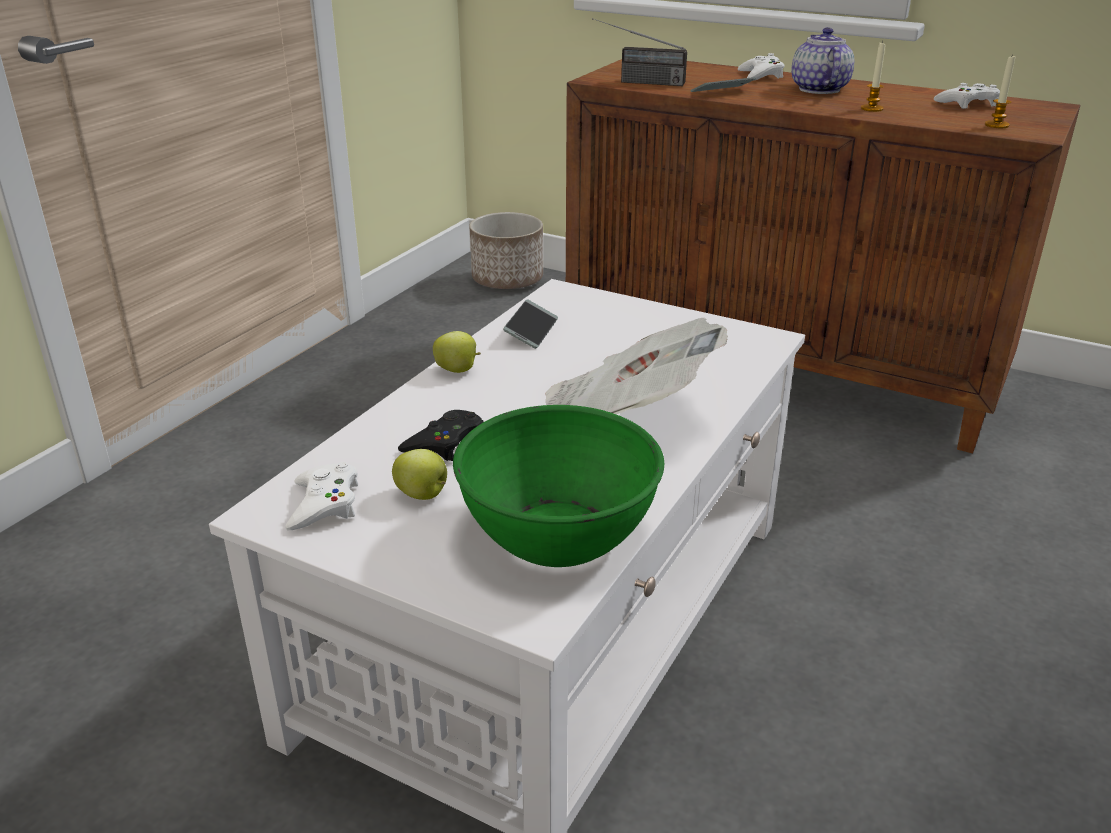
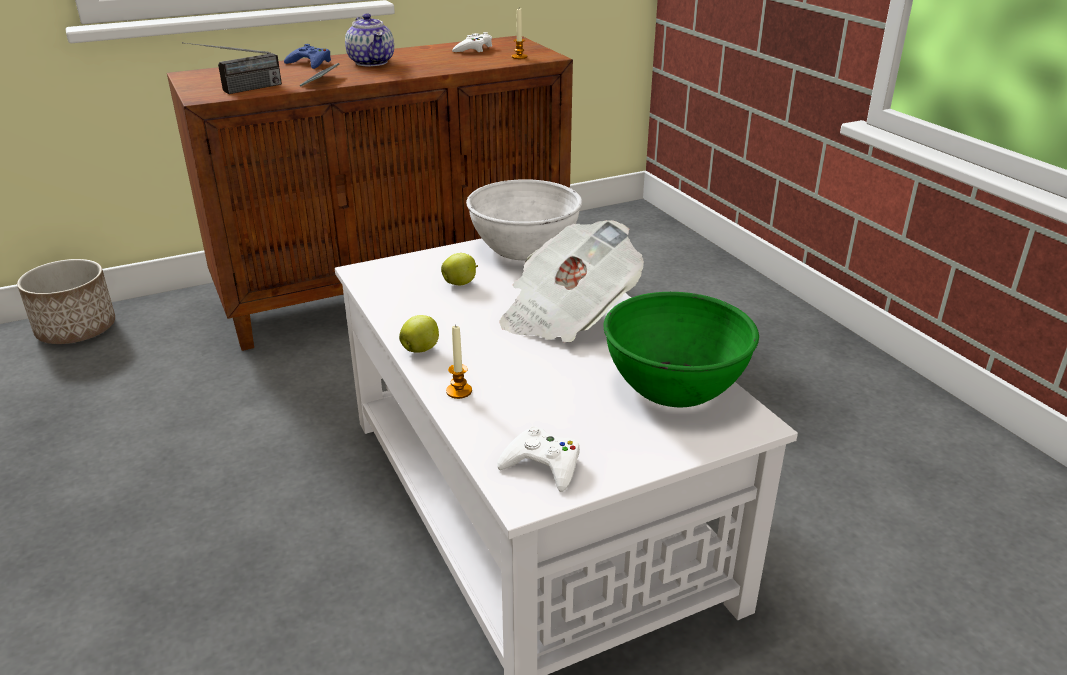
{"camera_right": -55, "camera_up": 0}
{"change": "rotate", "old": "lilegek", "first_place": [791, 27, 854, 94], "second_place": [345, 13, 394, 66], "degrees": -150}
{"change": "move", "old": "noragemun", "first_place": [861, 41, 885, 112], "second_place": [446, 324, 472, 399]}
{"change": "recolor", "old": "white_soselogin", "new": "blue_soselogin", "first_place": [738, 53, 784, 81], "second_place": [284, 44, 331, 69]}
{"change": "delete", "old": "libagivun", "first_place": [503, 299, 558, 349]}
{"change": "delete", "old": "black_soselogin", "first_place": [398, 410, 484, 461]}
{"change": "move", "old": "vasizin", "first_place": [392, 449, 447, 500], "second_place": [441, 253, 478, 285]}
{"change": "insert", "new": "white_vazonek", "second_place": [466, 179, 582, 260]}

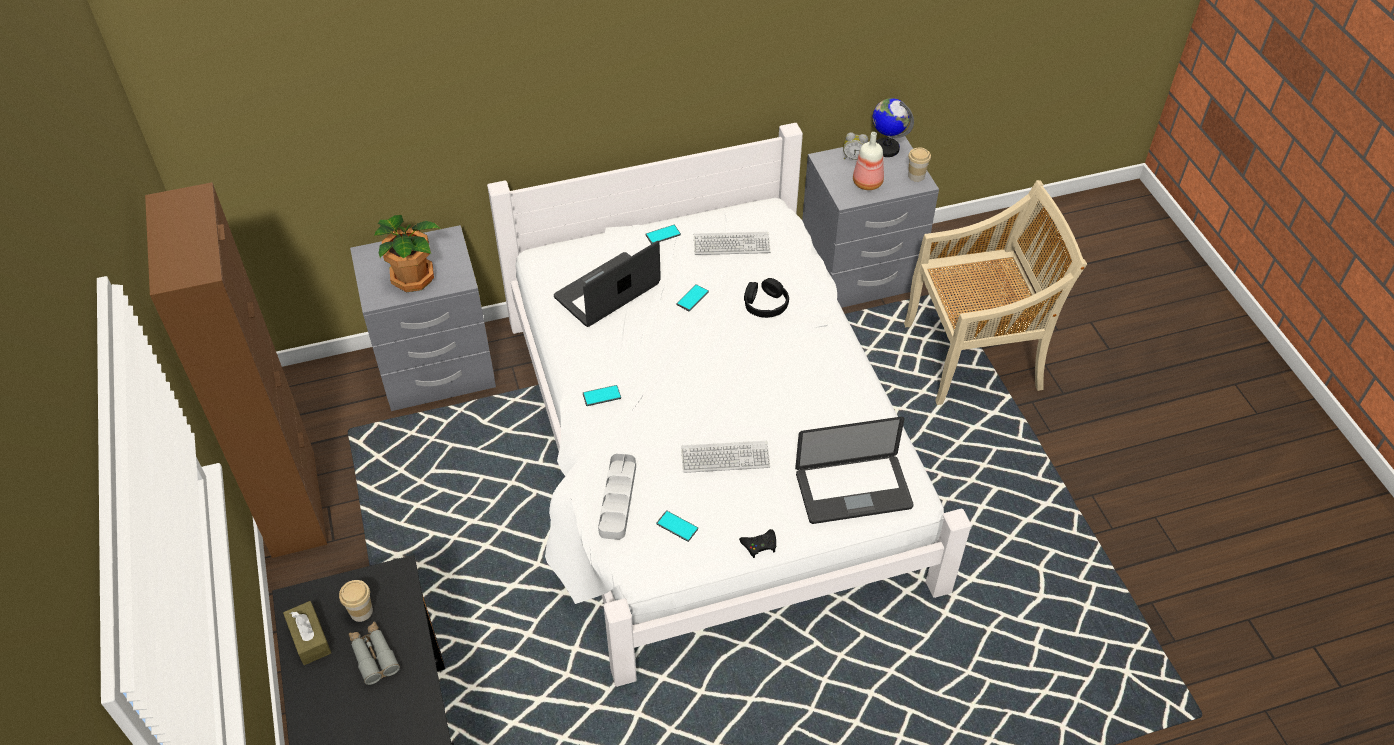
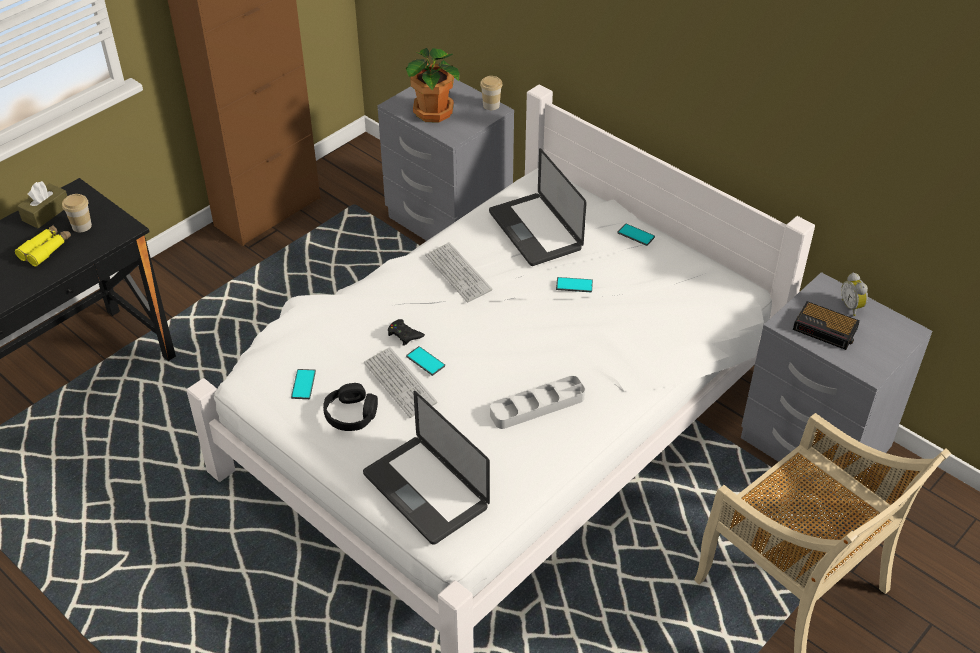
{"camera_right": 60, "camera_up": -5}
{"change": "delete", "old": "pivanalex", "first_place": [872, 98, 914, 157]}
{"change": "replace", "old": "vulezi", "new": "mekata", "first_place": [853, 132, 884, 190], "second_place": [793, 301, 860, 350]}
{"change": "move", "old": "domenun", "first_place": [908, 147, 931, 182], "second_place": [480, 76, 503, 110]}
{"change": "move", "old": "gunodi", "first_place": [694, 232, 770, 255], "second_place": [425, 242, 492, 303]}
{"change": "rotate", "old": "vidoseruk", "first_place": [554, 241, 661, 327], "second_place": [489, 148, 587, 266], "degrees": -135}
{"change": "move", "old": "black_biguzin", "first_place": [744, 278, 789, 318], "second_place": [323, 383, 378, 431]}
{"change": "move", "old": "libagivun", "first_place": [583, 385, 621, 406], "second_place": [406, 346, 445, 376]}
{"change": "move", "old": "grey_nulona", "first_place": [598, 453, 636, 540], "second_place": [490, 376, 585, 429]}
{"change": "move", "old": "black_soselogin", "first_place": [739, 529, 776, 558], "second_place": [388, 319, 425, 346]}
{"change": "recolor", "old": "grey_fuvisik", "new": "yellow_fuvisik", "first_place": [348, 622, 400, 685], "second_place": [15, 225, 71, 267]}

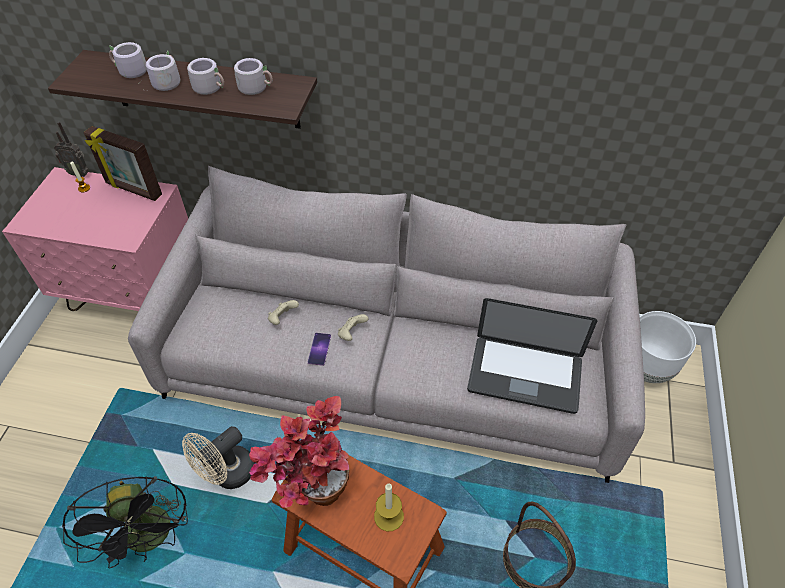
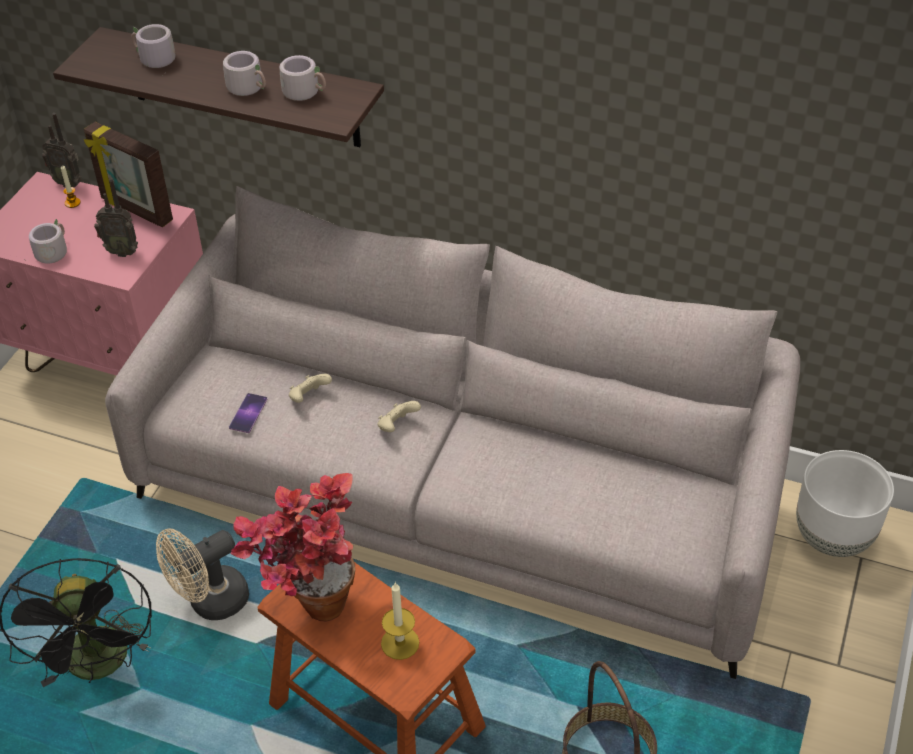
{"camera_right": 10, "camera_up": -5}
{"change": "move", "old": "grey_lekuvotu", "first_place": [146, 50, 180, 91], "second_place": [26, 219, 67, 263]}
{"change": "delete", "old": "vidoseruk", "first_place": [467, 298, 597, 414]}
{"change": "move", "old": "libagivun", "first_place": [308, 333, 331, 366], "second_place": [229, 393, 268, 433]}
{"change": "insert", "new": "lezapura", "second_place": [94, 179, 138, 257]}

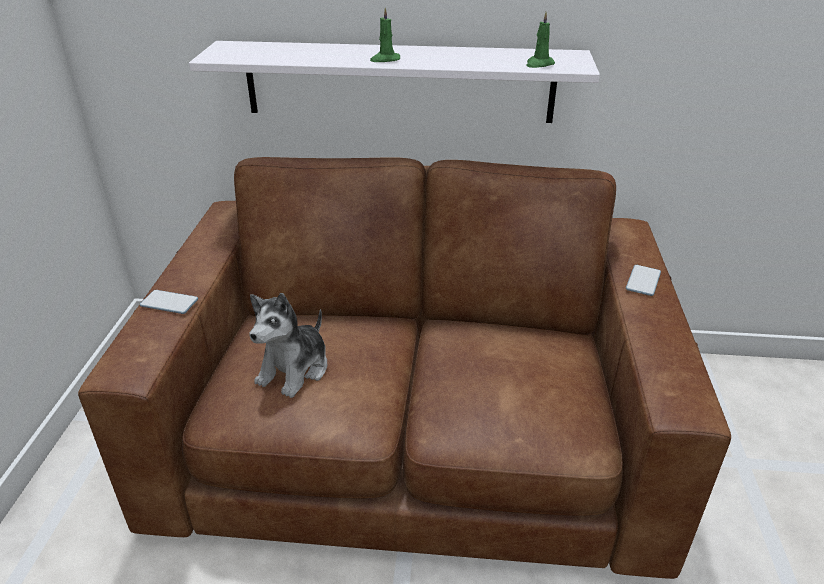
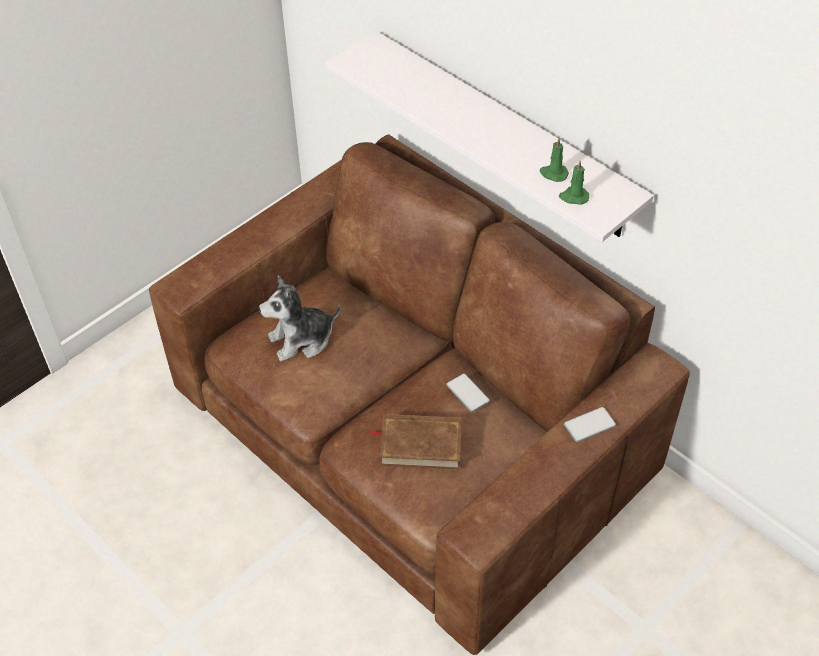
{"camera_right": 40, "camera_up": 15}
{"change": "move", "old": "green_noragemun", "first_place": [370, 8, 400, 62], "second_place": [540, 138, 569, 182]}
{"change": "move", "old": "libagivun", "first_place": [140, 290, 198, 314], "second_place": [446, 374, 490, 412]}
{"change": "insert", "new": "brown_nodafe", "second_place": [370, 414, 462, 469]}

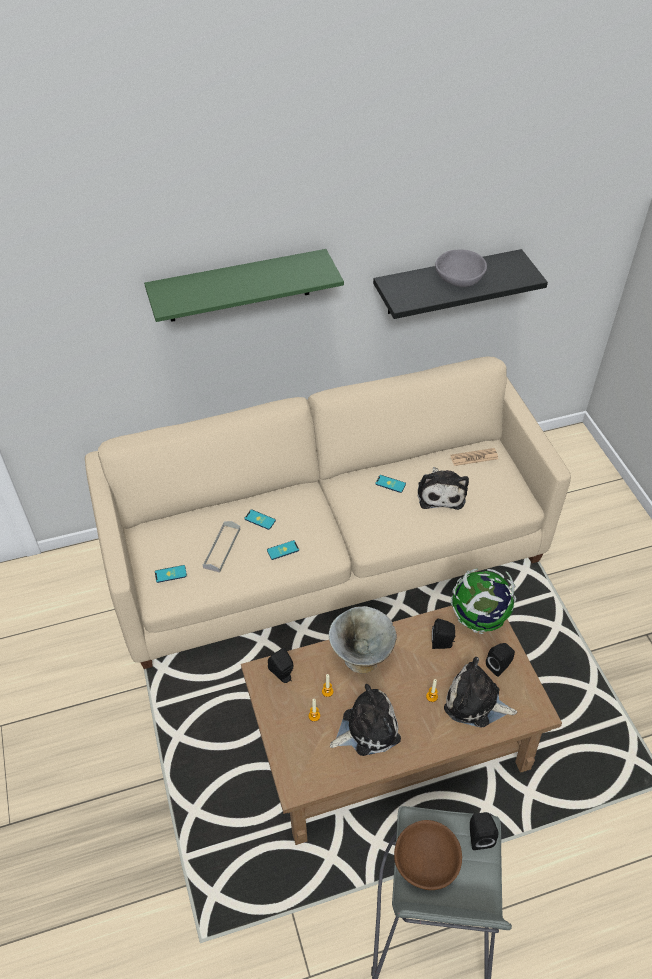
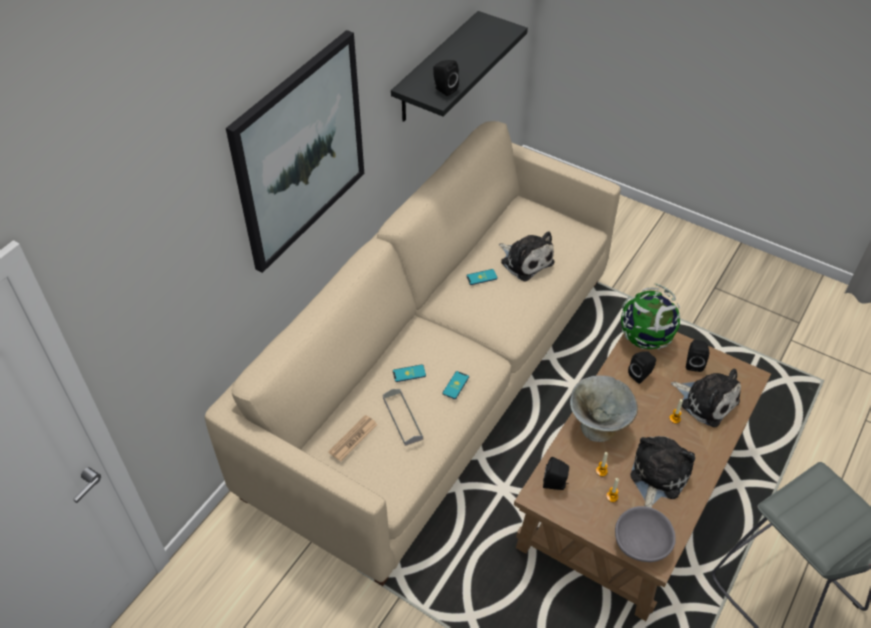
{"camera_right": -40, "camera_up": 0}
{"change": "replace", "old": "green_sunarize", "new": "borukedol", "first_place": [144, 249, 344, 322], "second_place": [226, 30, 364, 273]}
{"change": "move", "old": "grey_vazonek", "first_place": [435, 250, 487, 287], "second_place": [615, 506, 676, 562]}
{"change": "move", "old": "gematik", "first_place": [450, 448, 498, 466], "second_place": [328, 415, 378, 461]}
{"change": "delete", "old": "libagivun", "first_place": [155, 565, 187, 583]}
{"change": "rotate", "old": "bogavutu", "first_place": [444, 657, 517, 728], "second_place": [671, 368, 741, 428], "degrees": -120}
{"change": "move", "old": "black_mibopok", "first_place": [470, 812, 498, 850], "second_place": [433, 60, 459, 96]}
{"change": "delete", "old": "brown_vazonek", "first_place": [394, 820, 462, 890]}

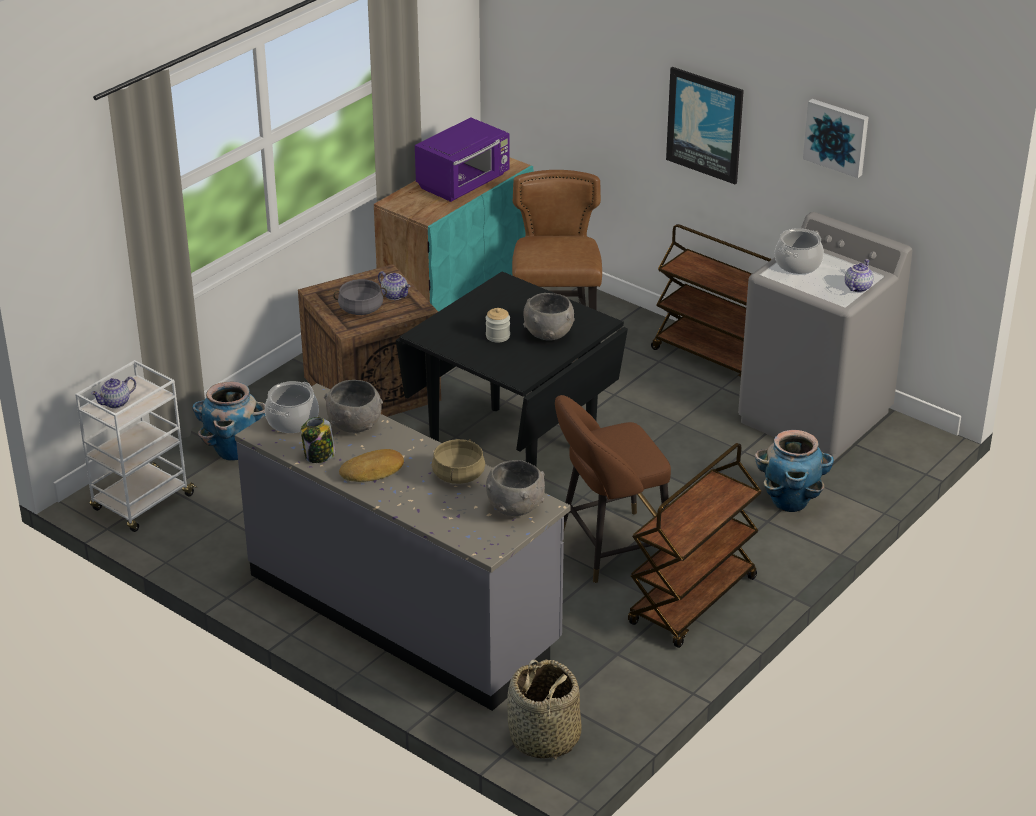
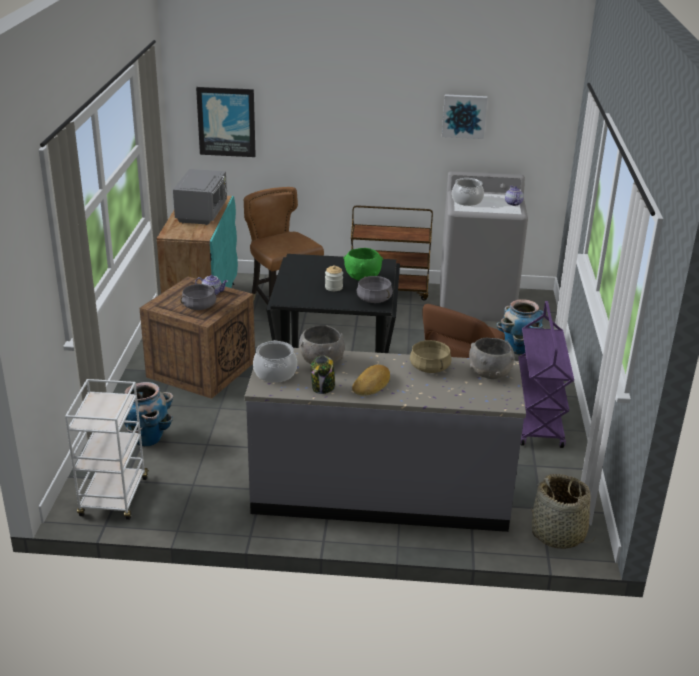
{"camera_right": -35, "camera_up": -5}
{"change": "move", "old": "borukedol", "first_place": [666, 67, 744, 185], "second_place": [196, 87, 256, 157]}
{"change": "recolor", "old": "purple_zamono", "new": "grey_zamono", "first_place": [415, 118, 509, 202], "second_place": [173, 169, 227, 225]}
{"change": "recolor", "old": "grey_vazonek", "new": "green_vazonek", "first_place": [523, 293, 575, 341], "second_place": [343, 248, 383, 280]}
{"change": "delete", "old": "lilegek", "first_place": [91, 377, 136, 408]}
{"change": "recolor", "old": "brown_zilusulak", "new": "purple_zilusulak", "first_place": [628, 443, 762, 648], "second_place": [518, 301, 574, 448]}
{"change": "insert", "new": "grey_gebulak", "second_place": [357, 276, 393, 303]}

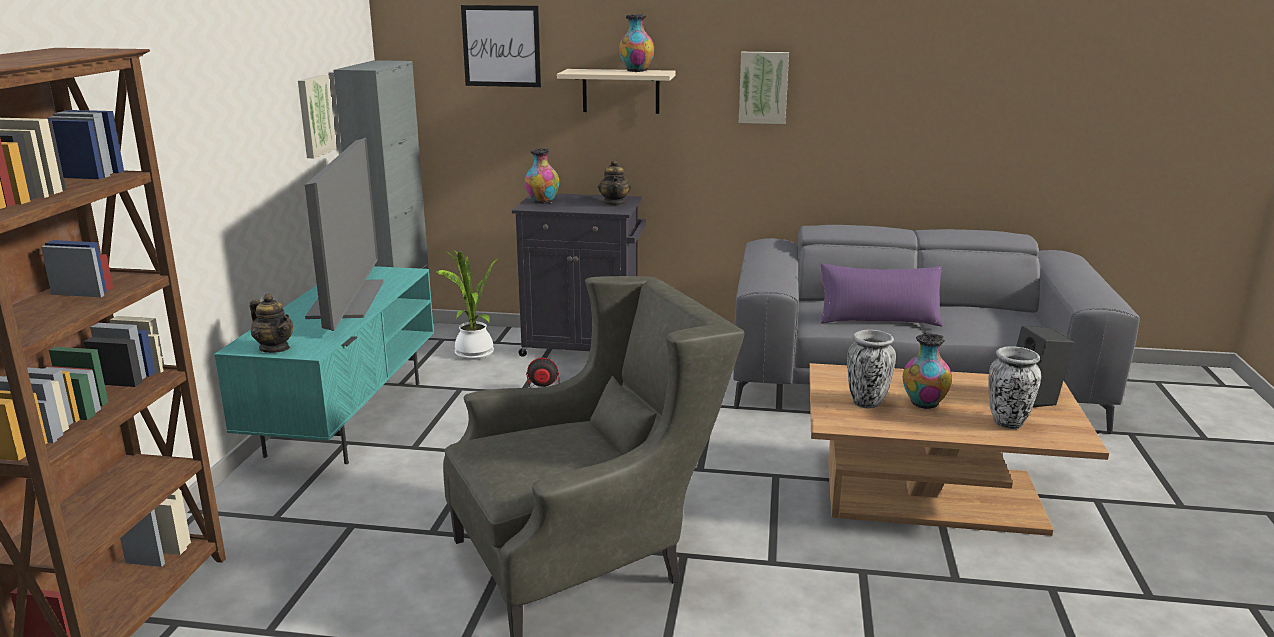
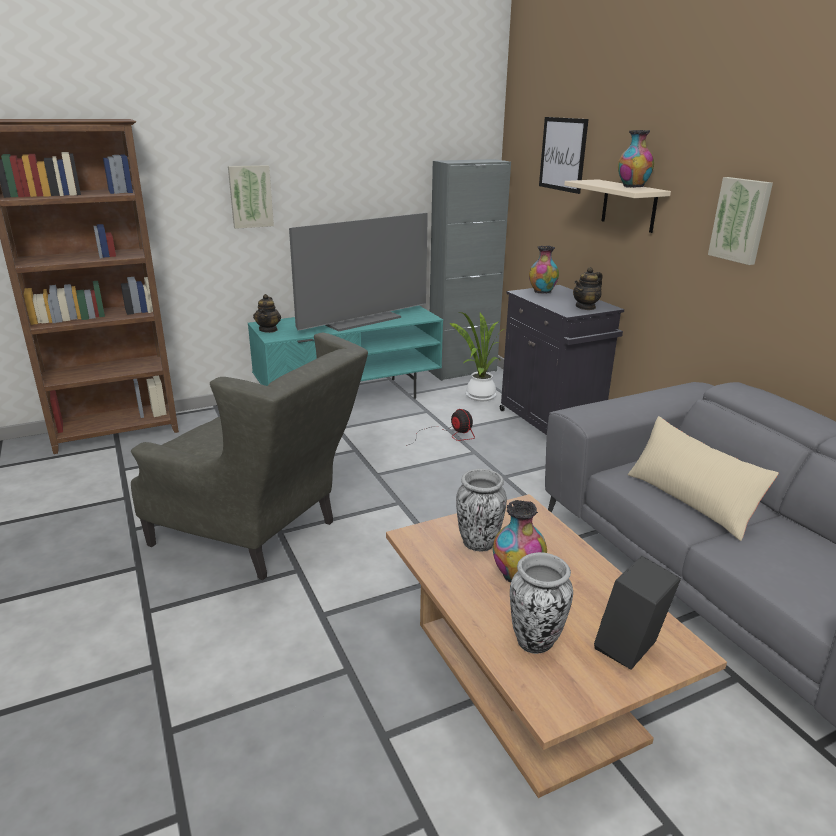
{"camera_right": 55, "camera_up": 5}
{"change": "move", "old": "borukedol", "first_place": [298, 75, 337, 158], "second_place": [228, 165, 274, 229]}
{"change": "recolor", "old": "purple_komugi", "new": "beige_komugi", "first_place": [821, 264, 943, 327], "second_place": [628, 416, 779, 541]}

